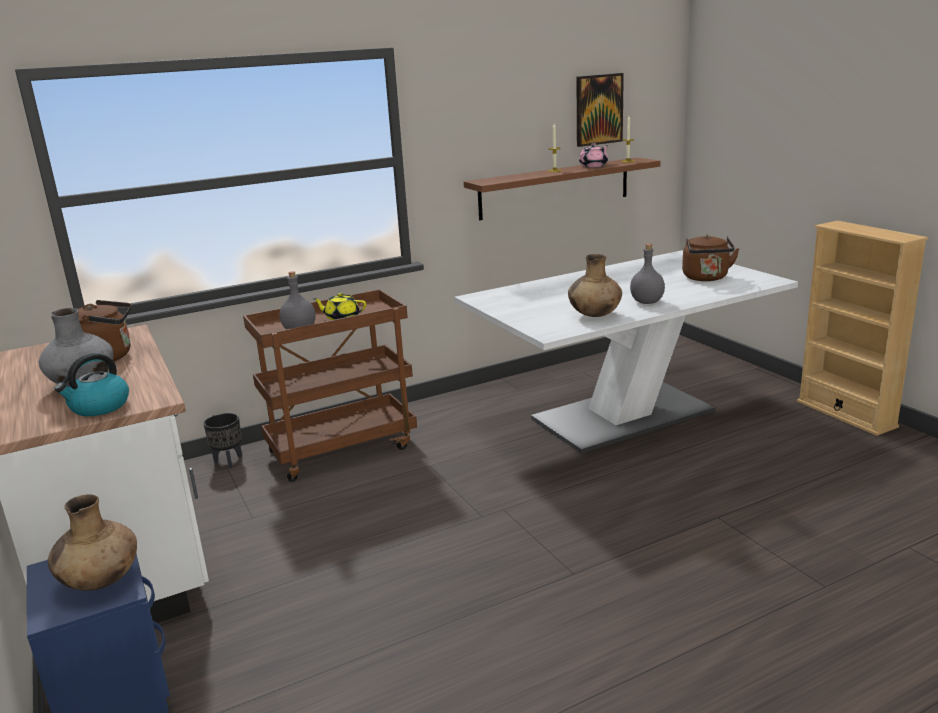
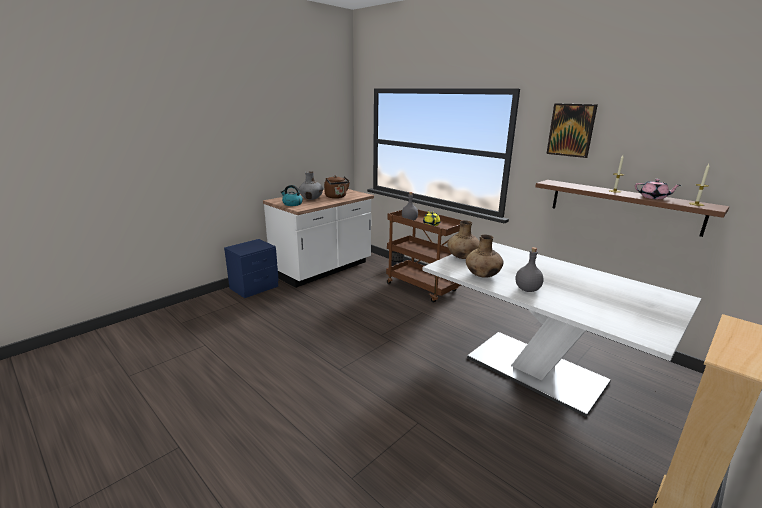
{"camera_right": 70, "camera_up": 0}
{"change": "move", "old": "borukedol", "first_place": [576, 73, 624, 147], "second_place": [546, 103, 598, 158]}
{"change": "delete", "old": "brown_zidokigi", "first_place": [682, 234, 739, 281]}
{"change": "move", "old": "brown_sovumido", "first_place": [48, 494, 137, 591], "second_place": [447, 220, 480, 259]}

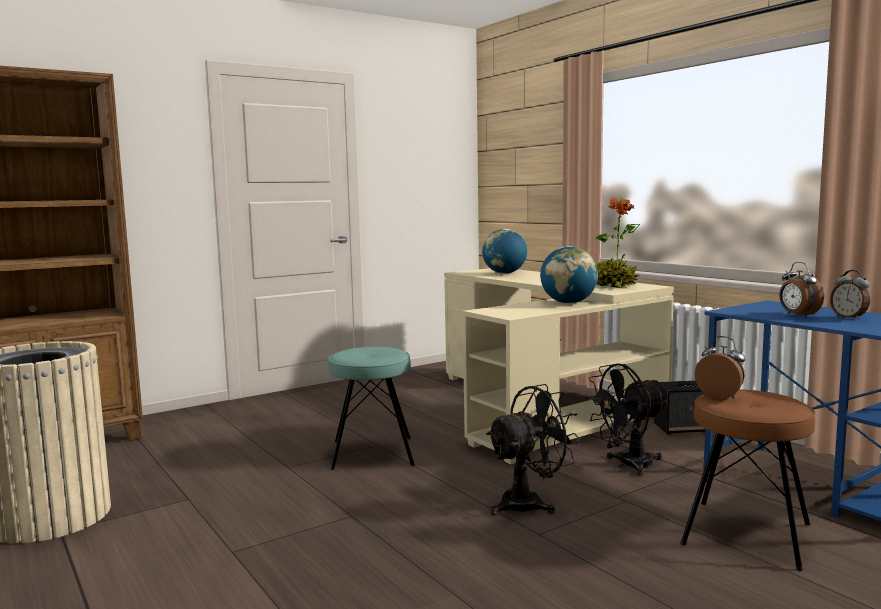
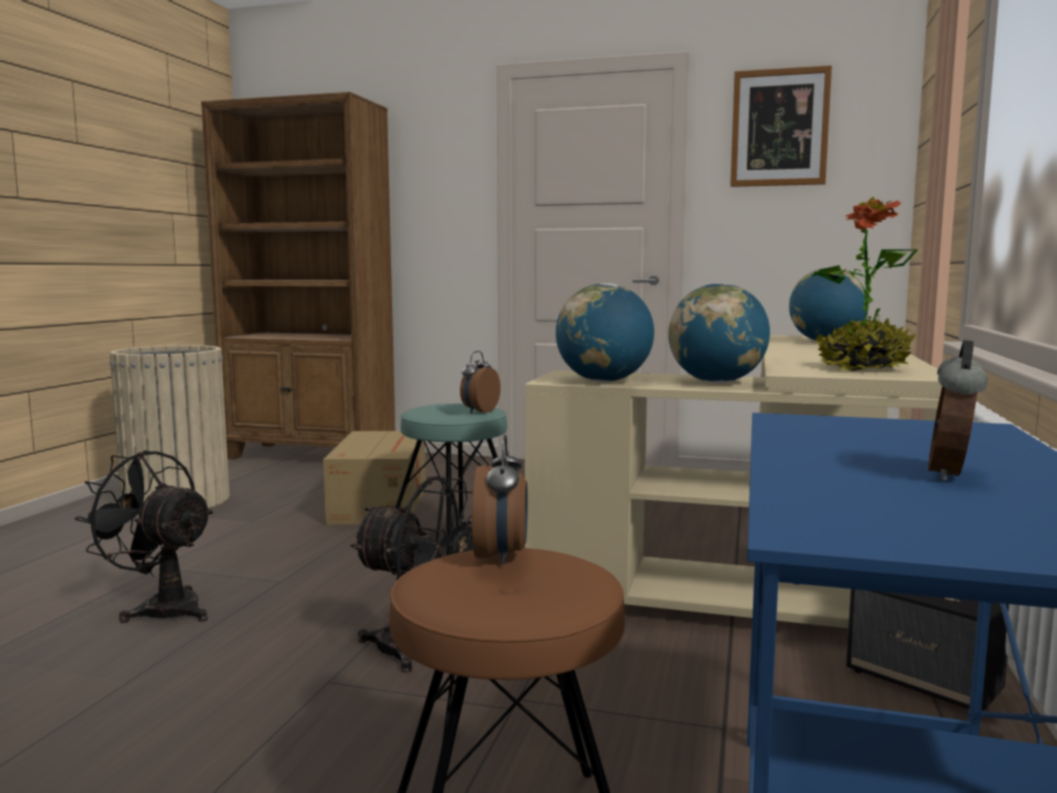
{"camera_right": 50, "camera_up": 0}
{"change": "move", "old": "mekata", "first_place": [779, 262, 824, 317], "second_place": [460, 351, 501, 413]}
{"change": "move", "old": "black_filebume", "first_place": [585, 363, 669, 476], "second_place": [75, 450, 213, 623]}
{"change": "insert", "new": "borukedol", "second_place": [730, 65, 832, 187]}
{"change": "insert", "new": "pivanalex", "second_place": [556, 283, 654, 382]}
{"change": "insert", "new": "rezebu", "second_place": [323, 431, 426, 525]}

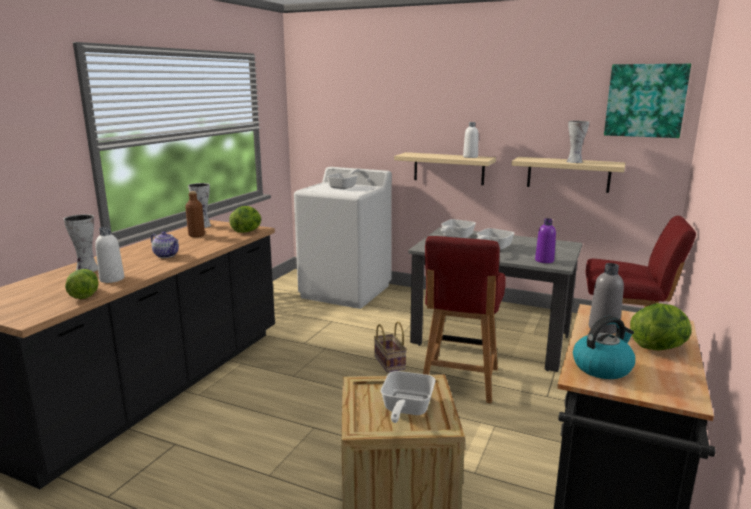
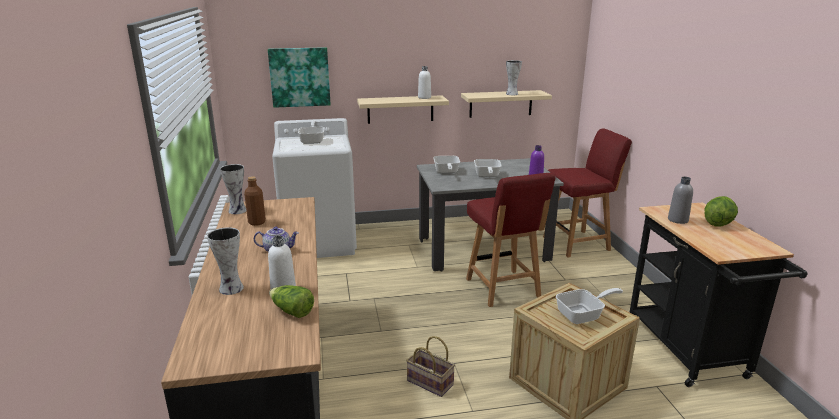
{"camera_right": -35, "camera_up": 5}
{"change": "move", "old": "borukedol", "first_place": [604, 64, 691, 138], "second_place": [268, 47, 331, 108]}
{"change": "delete", "old": "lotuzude", "first_place": [229, 206, 262, 233]}
{"change": "delete", "old": "zidokigi", "first_place": [573, 316, 635, 379]}
{"change": "move", "old": "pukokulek", "first_place": [374, 321, 407, 373], "second_place": [406, 336, 455, 397]}
{"change": "rotate", "old": "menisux", "first_place": [381, 371, 436, 423], "second_place": [556, 288, 623, 324], "degrees": -90}

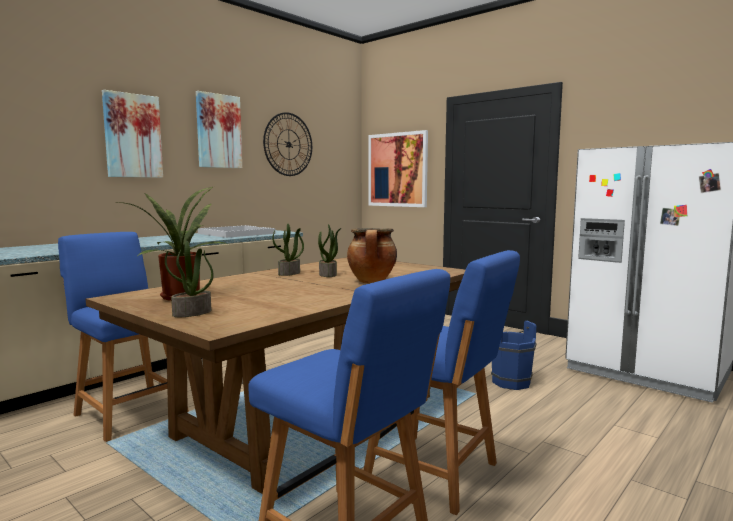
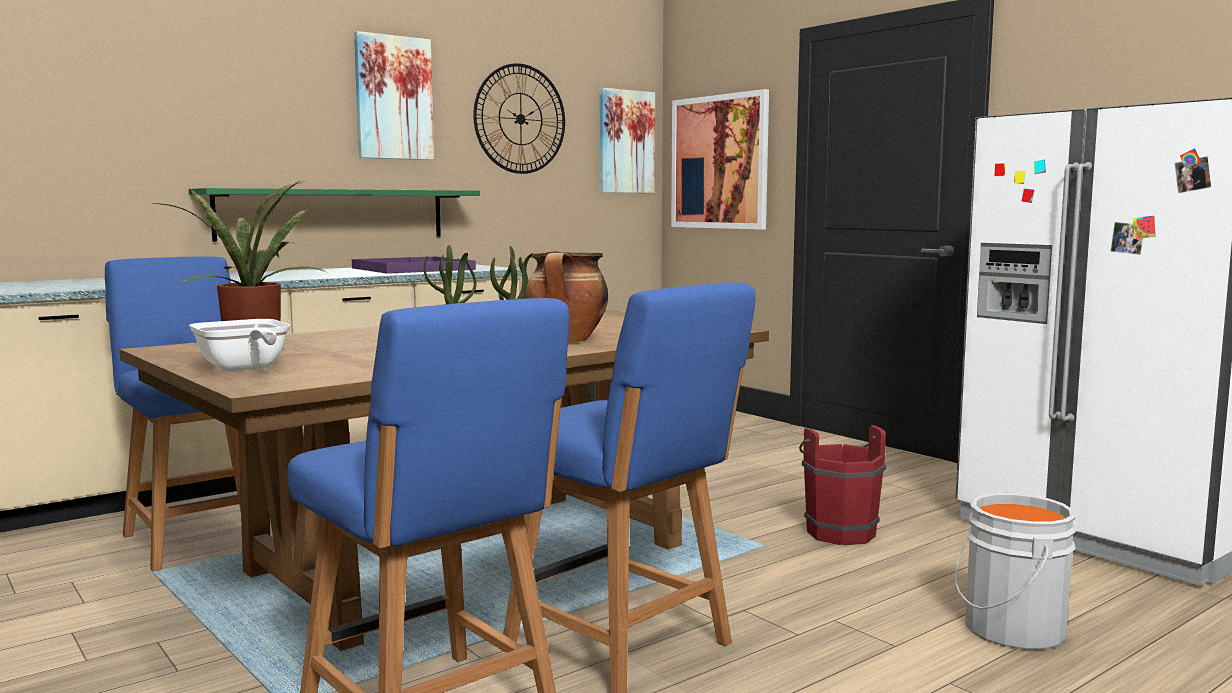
{"camera_right": 10, "camera_up": 0}
{"change": "move", "old": "borukedol", "first_place": [102, 90, 163, 178], "second_place": [599, 88, 655, 193]}
{"change": "recolor", "old": "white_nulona", "new": "purple_nulona", "first_place": [198, 225, 276, 238], "second_place": [352, 256, 476, 274]}
{"change": "replace", "old": "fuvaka", "new": "menisux", "first_place": [165, 241, 214, 317], "second_place": [189, 319, 291, 371]}
{"change": "recolor", "old": "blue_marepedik", "new": "red_marepedik", "first_place": [491, 321, 536, 390], "second_place": [799, 425, 886, 545]}
{"change": "insert", "new": "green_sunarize", "second_place": [189, 188, 480, 242]}
{"change": "insert", "new": "grey_marepedik", "second_place": [955, 493, 1076, 650]}

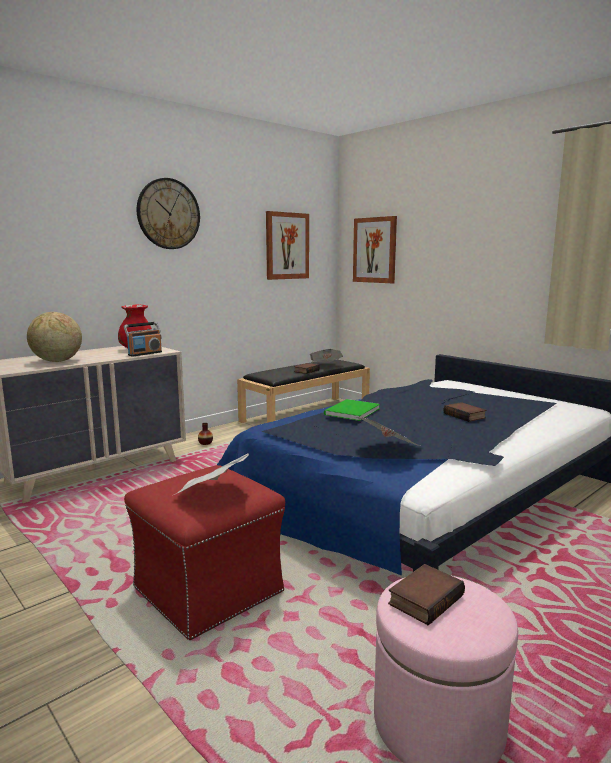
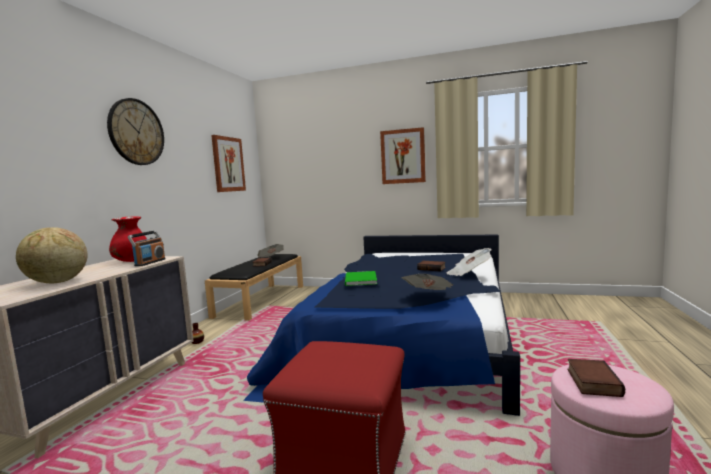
{"camera_right": -30, "camera_up": -5}
{"change": "move", "old": "borukedol", "first_place": [353, 216, 397, 283], "second_place": [380, 127, 426, 184]}
{"change": "move", "old": "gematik", "first_place": [174, 453, 249, 495], "second_place": [446, 248, 492, 276]}

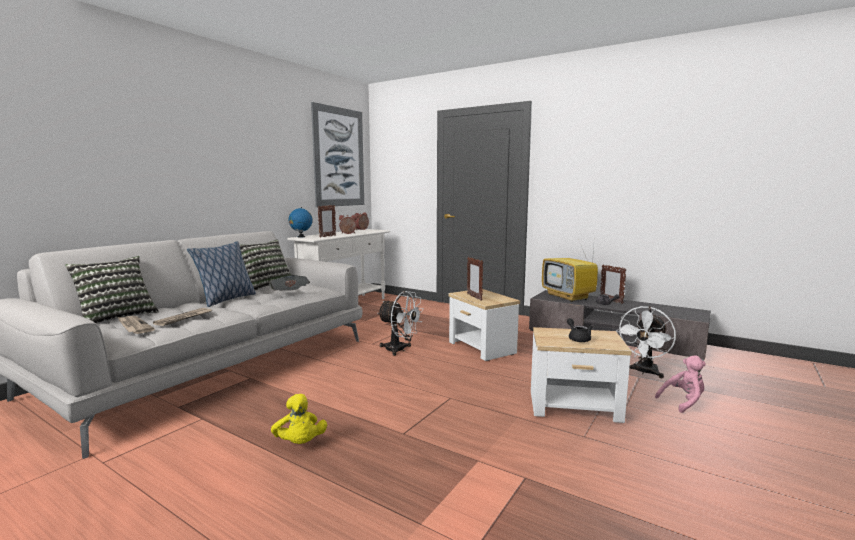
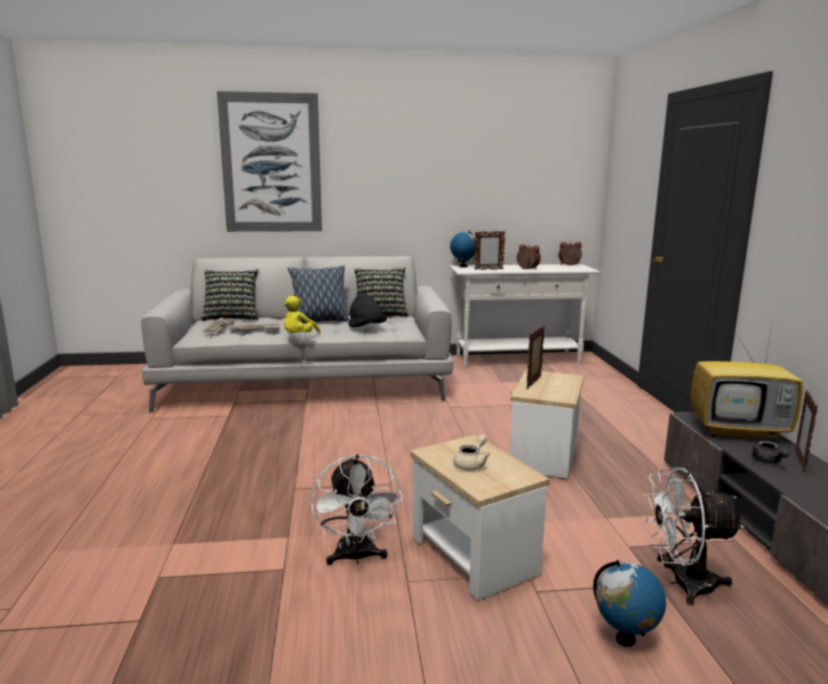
{"camera_right": 50, "camera_up": 5}
{"change": "move", "old": "borukedol", "first_place": [311, 102, 364, 207], "second_place": [217, 91, 322, 232]}
{"change": "rotate", "old": "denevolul", "first_place": [542, 246, 598, 302], "second_place": [691, 325, 803, 441], "degrees": -105}
{"change": "replace", "old": "gematik", "new": "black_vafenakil", "first_place": [268, 275, 310, 291], "second_place": [348, 294, 387, 327]}
{"change": "move", "old": "white_filebume", "first_place": [377, 291, 423, 356], "second_place": [311, 454, 403, 565]}
{"change": "recolor", "old": "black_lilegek", "new": "beige_lilegek", "first_place": [567, 318, 593, 342], "second_place": [453, 434, 491, 470]}
{"change": "replace", "old": "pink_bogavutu", "new": "pivanalex", "first_place": [655, 355, 706, 413], "second_place": [593, 560, 666, 647]}
{"change": "move", "old": "yellow_bogavutu", "first_place": [271, 394, 327, 444], "second_place": [284, 296, 321, 333]}

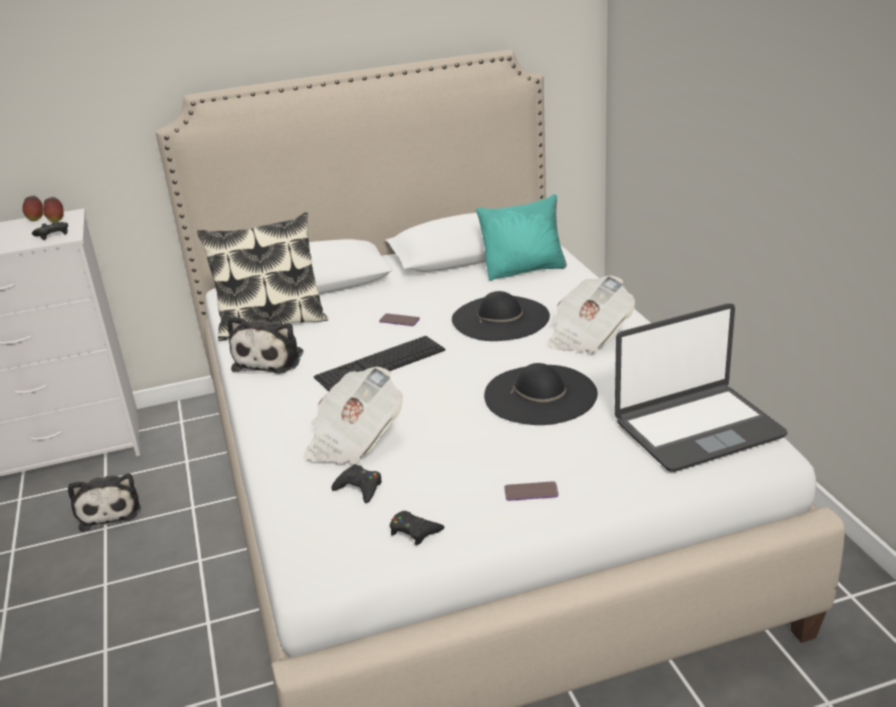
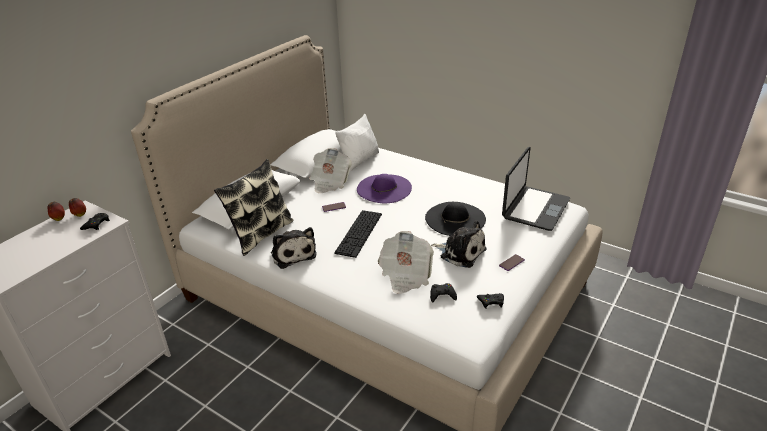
{"camera_right": -40, "camera_up": 5}
{"change": "recolor", "old": "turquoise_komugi", "new": "white_komugi", "first_place": [476, 194, 567, 281], "second_place": [335, 114, 379, 171]}
{"change": "move", "old": "gematik", "first_place": [548, 276, 635, 353], "second_place": [310, 148, 352, 193]}
{"change": "recolor", "old": "black_vafenakil", "new": "purple_vafenakil", "first_place": [452, 291, 550, 341], "second_place": [357, 174, 412, 203]}
{"change": "move", "old": "bogavutu", "first_place": [68, 473, 141, 532], "second_place": [431, 220, 486, 268]}

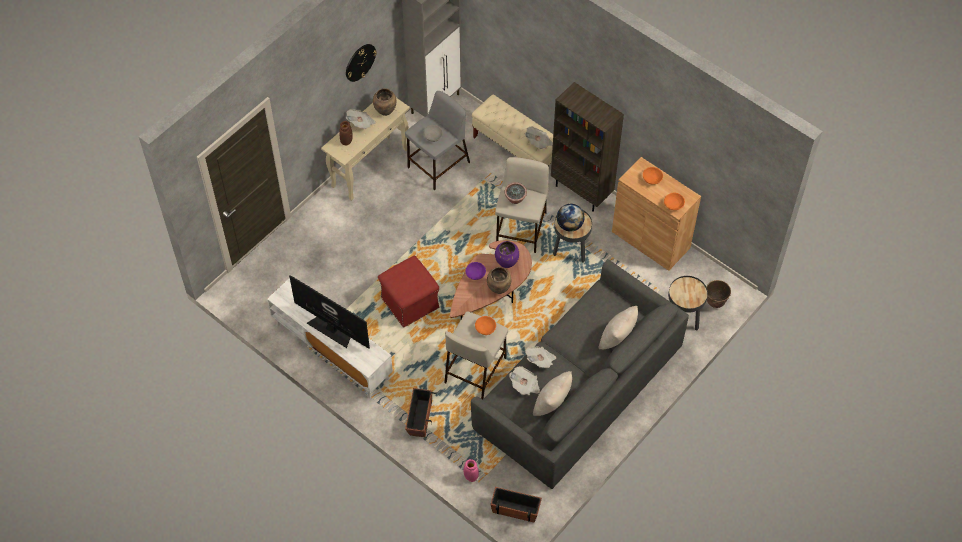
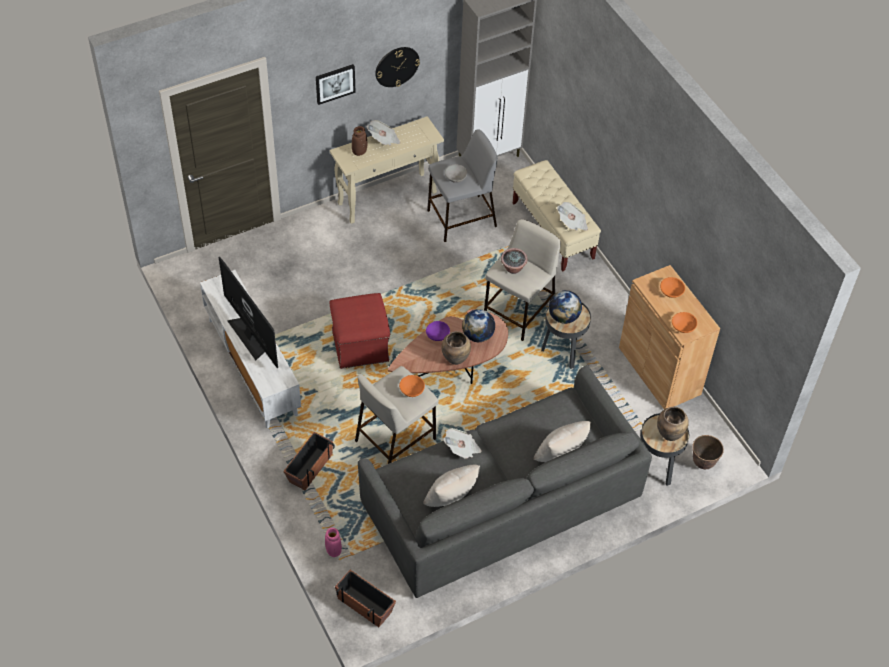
{"camera_right": 20, "camera_up": -5}
{"change": "delete", "old": "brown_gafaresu", "first_place": [551, 82, 624, 212]}
{"change": "move", "old": "brown_sovumido", "first_place": [373, 88, 396, 116], "second_place": [657, 407, 689, 441]}
{"change": "replace", "old": "purple_sovumido", "new": "pivanalex", "first_place": [495, 241, 519, 268], "second_place": [462, 309, 495, 342]}
{"change": "delete", "old": "gematik", "first_place": [509, 366, 540, 395]}
{"change": "insert", "new": "borukedol", "second_place": [316, 64, 356, 105]}

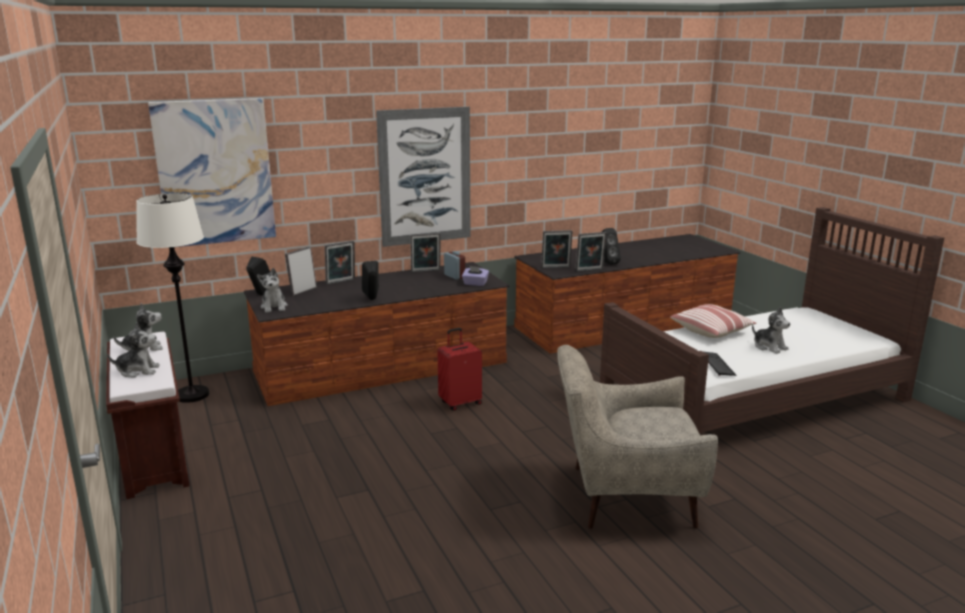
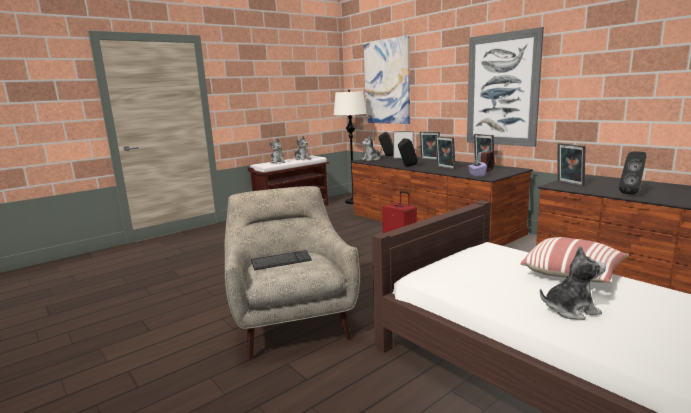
{"camera_right": 75, "camera_up": -5}
{"change": "move", "old": "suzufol", "first_place": [575, 232, 607, 272], "second_place": [435, 136, 456, 170]}
{"change": "rotate", "old": "bogavutu", "first_place": [752, 307, 790, 354], "second_place": [540, 246, 606, 320], "degrees": -135}
{"change": "move", "old": "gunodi", "first_place": [704, 352, 737, 376], "second_place": [251, 250, 312, 270]}

